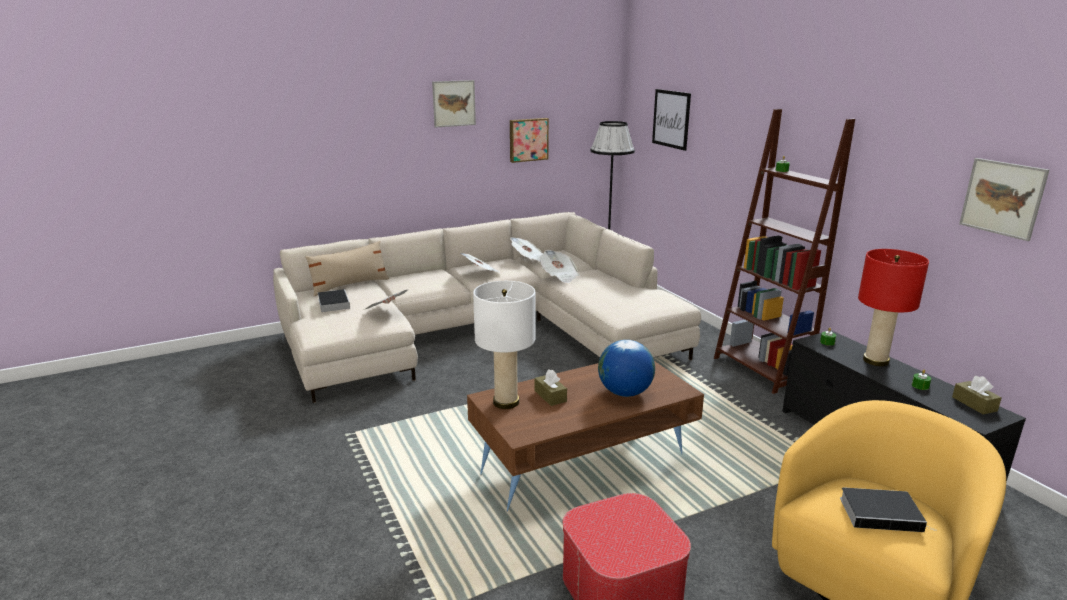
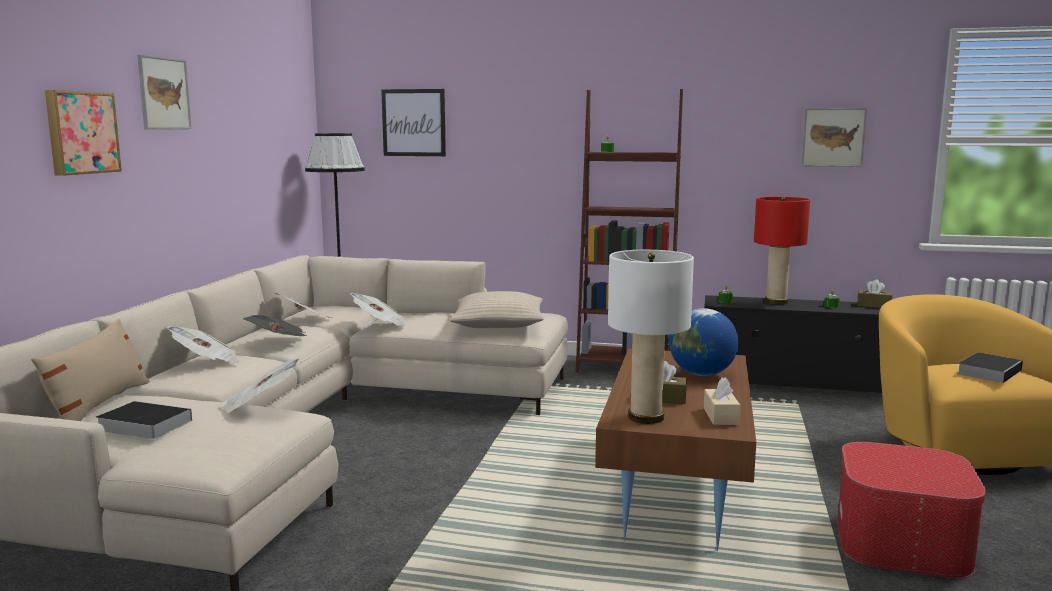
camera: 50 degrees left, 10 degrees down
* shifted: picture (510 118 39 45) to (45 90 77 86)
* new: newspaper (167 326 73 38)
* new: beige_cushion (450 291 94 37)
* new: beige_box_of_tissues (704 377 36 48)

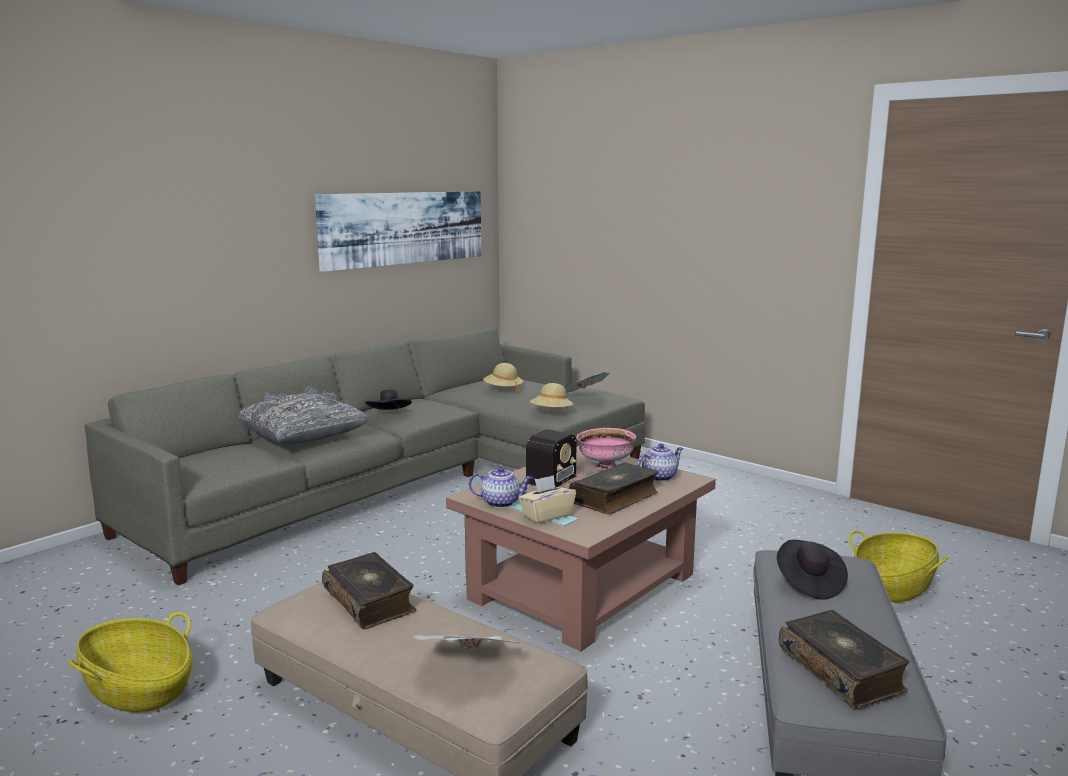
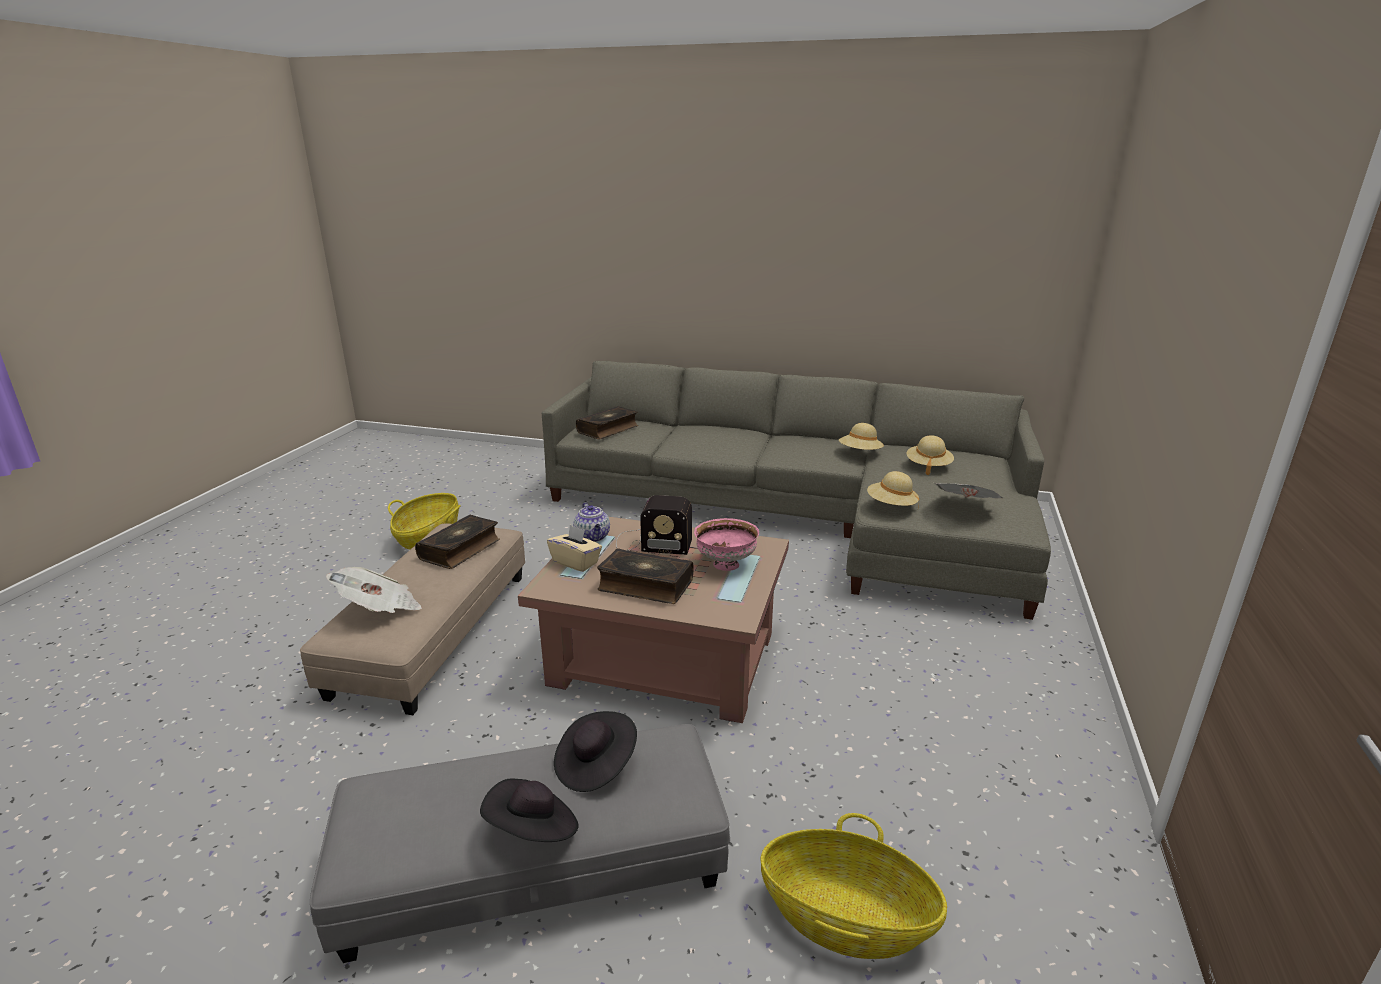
camera: 65 degrees right, 10 degrees up
* shifted: black_hat (365 389 47 21) to (480 778 99 64)
* shifted: volume (779 610 130 98) to (576 406 62 33)
* new: beige_hat (839 423 45 27)
* gone: greyish_cushion (239 385 129 60)
* gone: picture (315 191 166 81)
* gone: tea_pot (637 444 46 37)

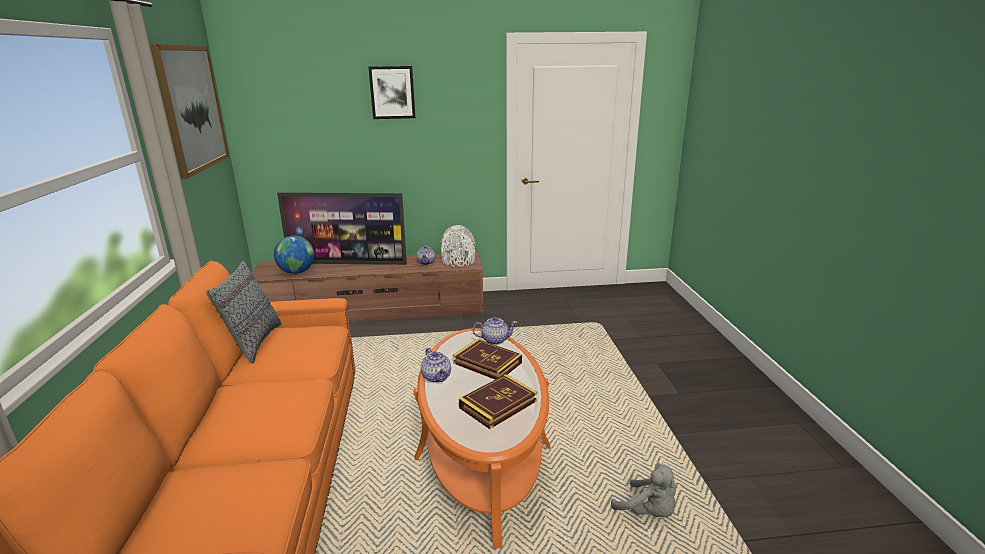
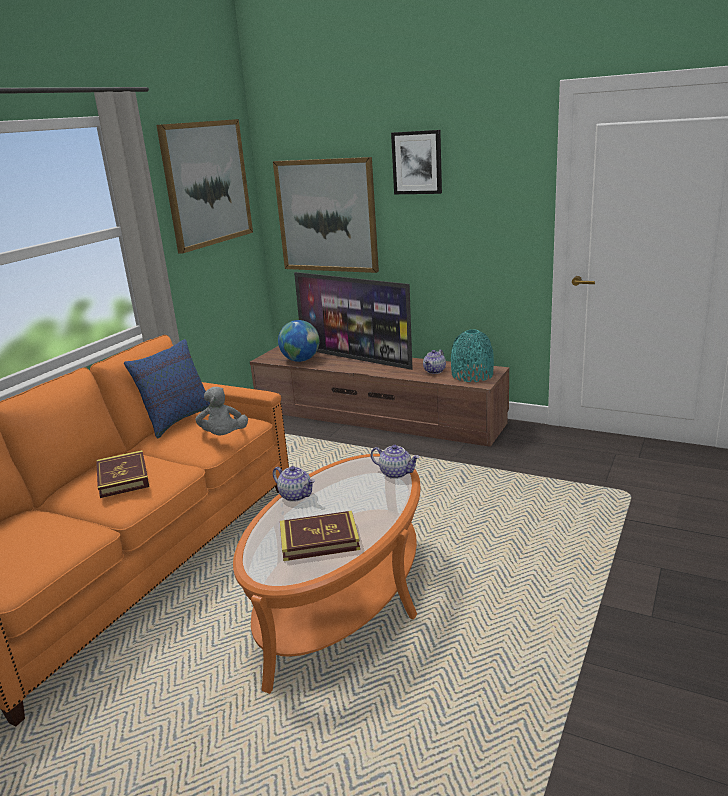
camera: 35 degrees right, 0 degrees up
* shifted: volume (453 339 69 41) to (96 450 53 48)
* repainted: greyish_cushion (206 261 75 102) to bluish_cushion (124 339 86 100)
* shifted: greyish_soft_toy (611 463 65 55) to (196 387 52 49)
* new: picture (273 157 106 116)
* rotated: tea_pot (421 348 30 35) = (273 466 42 36) 60 degrees counterclockwise
* repainted: white-coloured_flower_vase (441 225 34 41) to blue-green_flower_vase (451 329 43 53)

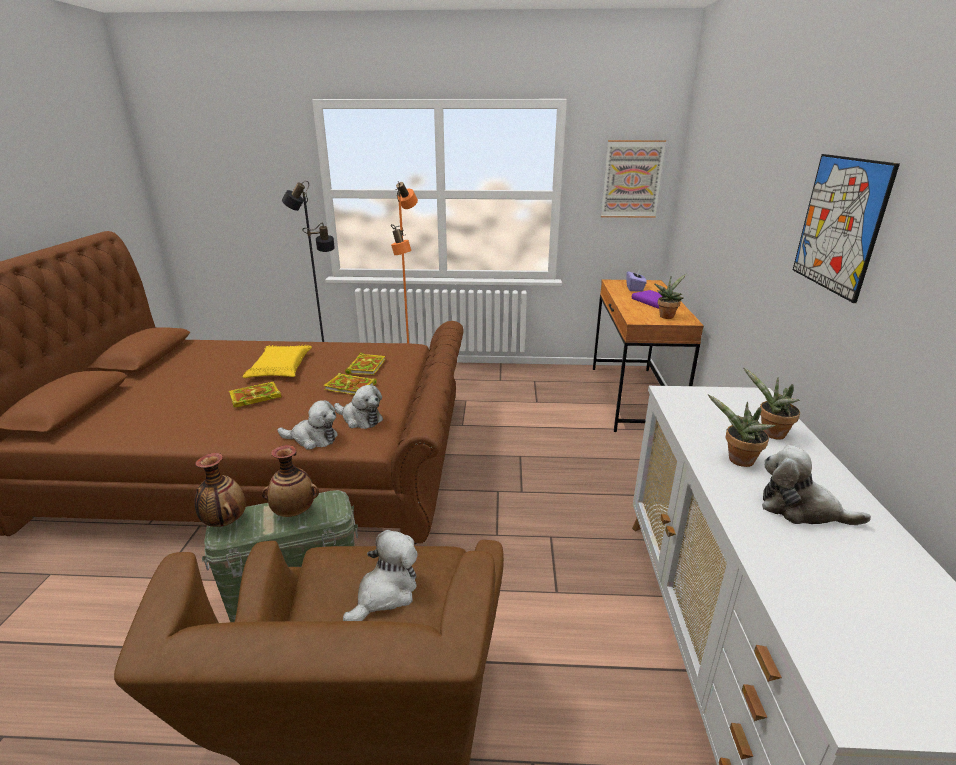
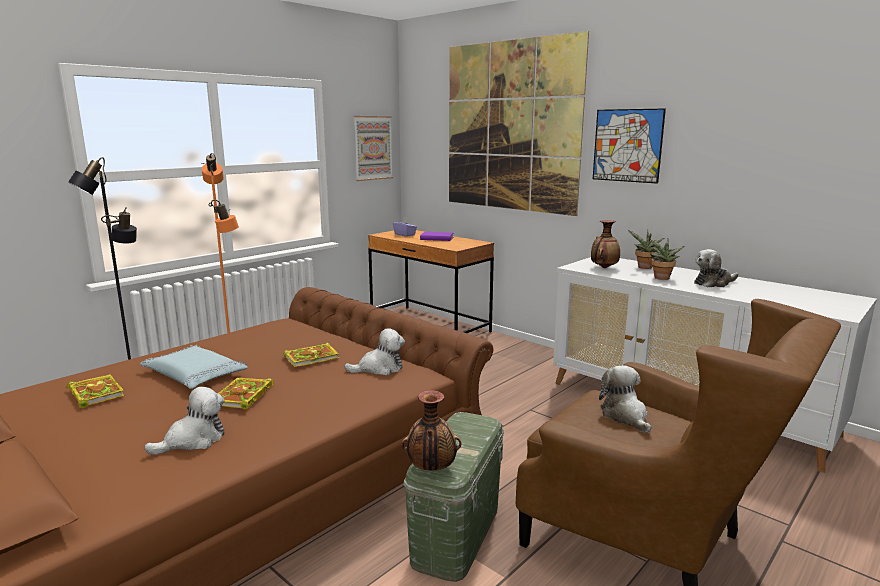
camera: 50 degrees left, 10 degrees down
* shifted: volume (345 353 41 22) to (67 374 57 34)
* repainted: yellow_cushion (243 345 69 33) to bluish_cushion (140 345 108 44)
* shifted: soft_toy (277 400 61 50) to (144 387 81 68)
* new: picture (449 31 140 185)
* shifted: flower_vase (262 445 57 72) to (591 220 29 48)
* gone: plant_in_a_pot (655 274 31 45)

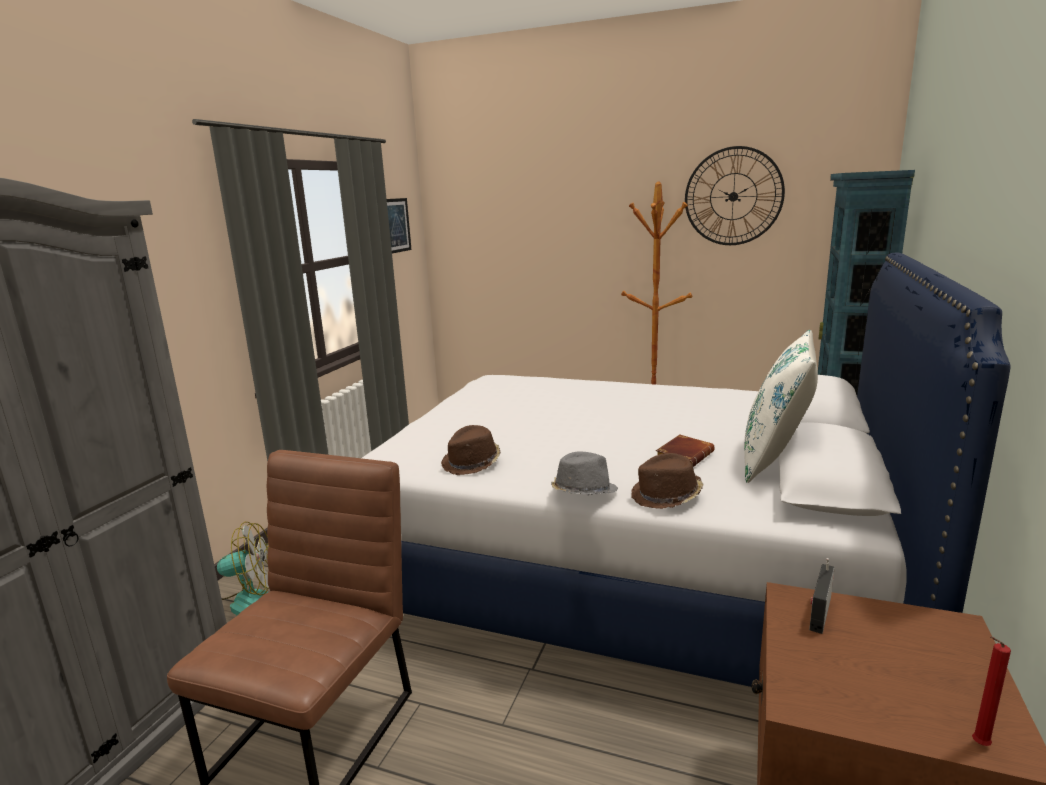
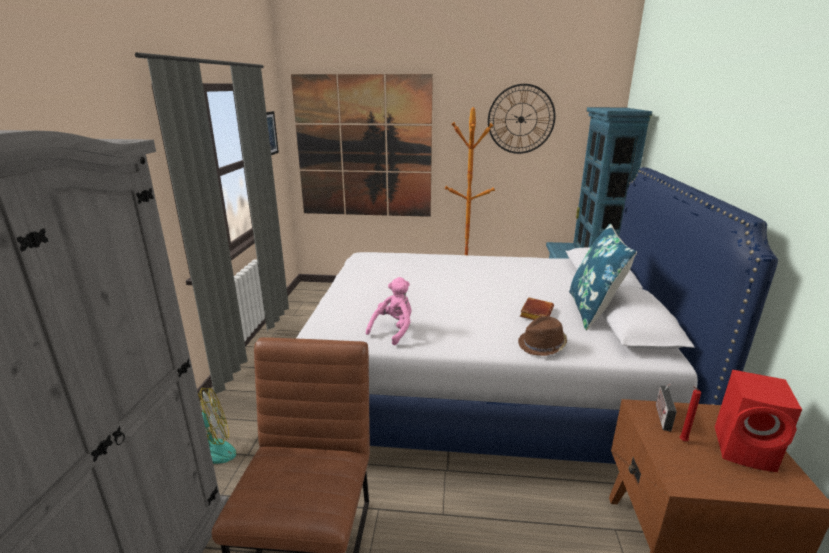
camera: 15 degrees left, 5 degrees up
* new: picture (291 74 142 143)
* swapped: brown-coloured_hat (441 425 59 50) to pinkish_soft_toy (366 277 45 68)
* repainted: white-coloured_cushion (744 330 74 153) to bluish_cushion (569 224 68 106)
* shifted: red-coloured_wax_light (972 636 39 110) to (680 386 21 55)
* new: red-coloured_audio_speaker (715 370 87 102)
* gone: greyish_hat (551 451 67 45)

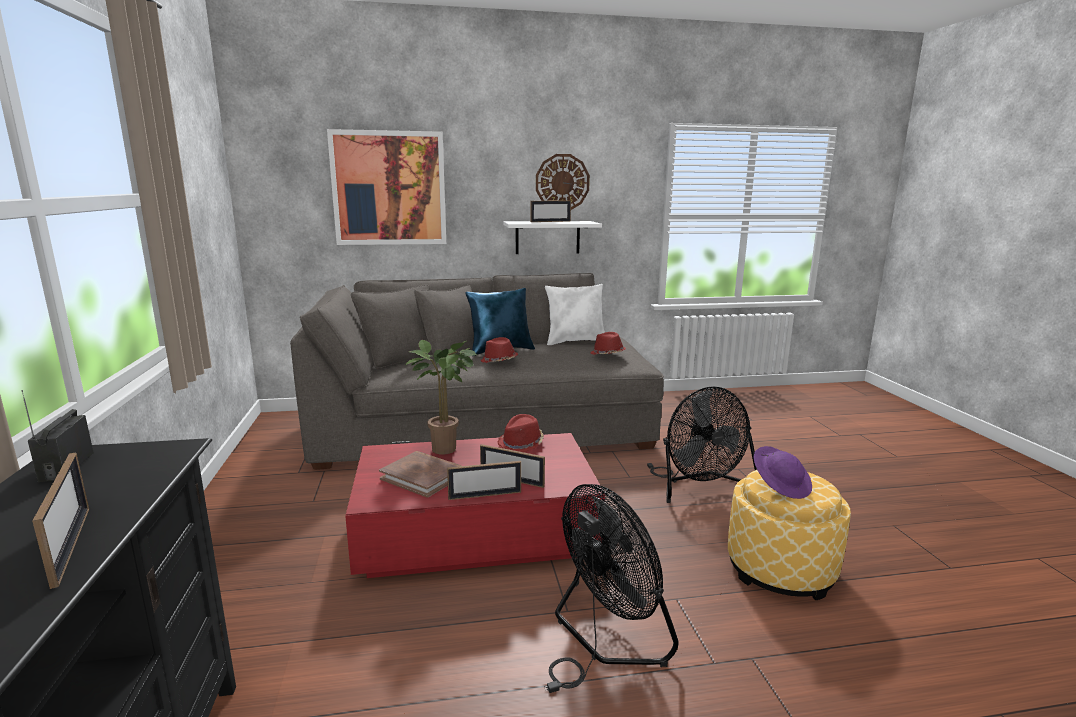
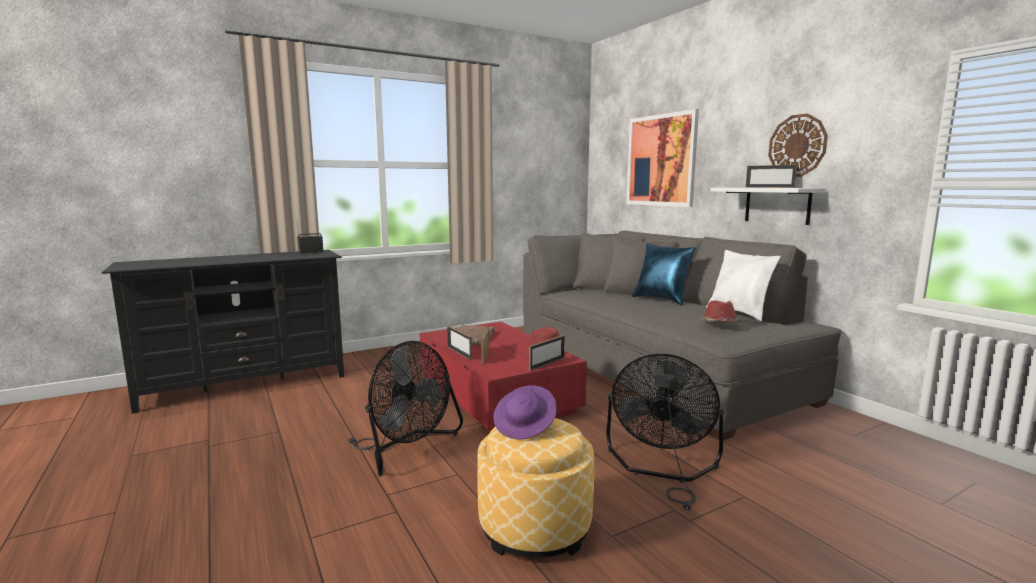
camera: 70 degrees right, 5 degrees down
* shifted: picture_frame (32 453 57 136) to (529 335 36 36)
* rotated: black_fan (647 387 110 116) = (606 354 118 156) 150 degrees clockwise
* gone: plant_in_a_pot (405 340 72 114)
* gone: red-coloured_hat (481 337 37 26)

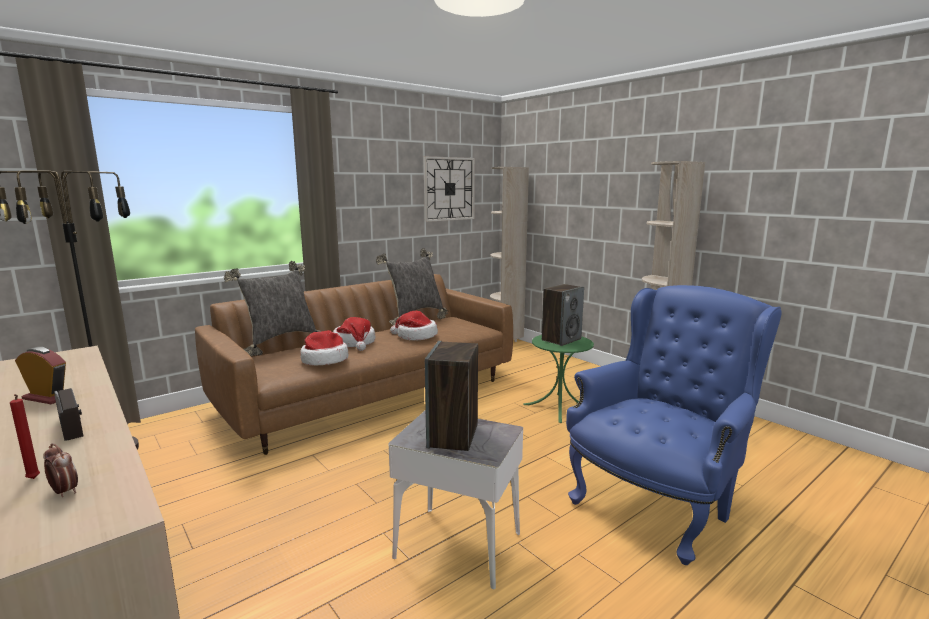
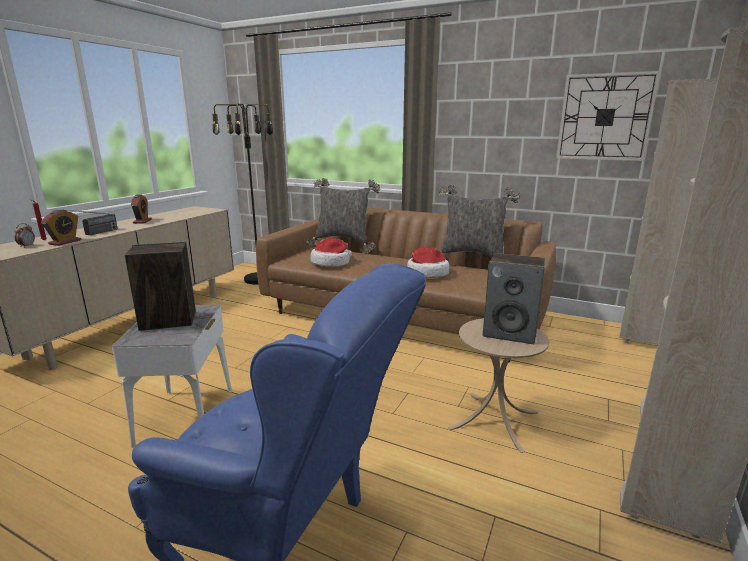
camera: 65 degrees right, 5 degrees up
* new: alarm_clock (41 210 41 36)
* repainted: green_side_table (523 335 71 88) to beige_side_table (448 318 101 135)
* gone: hat (333 317 42 34)

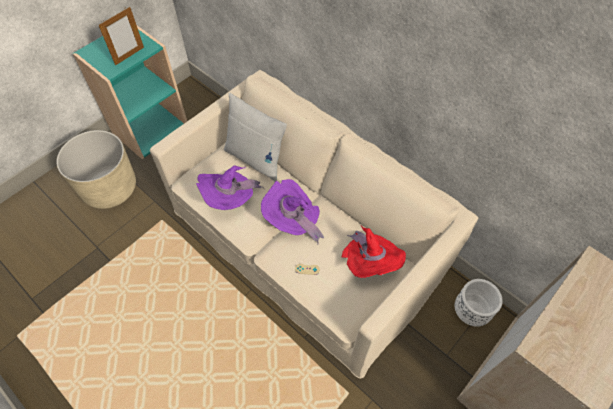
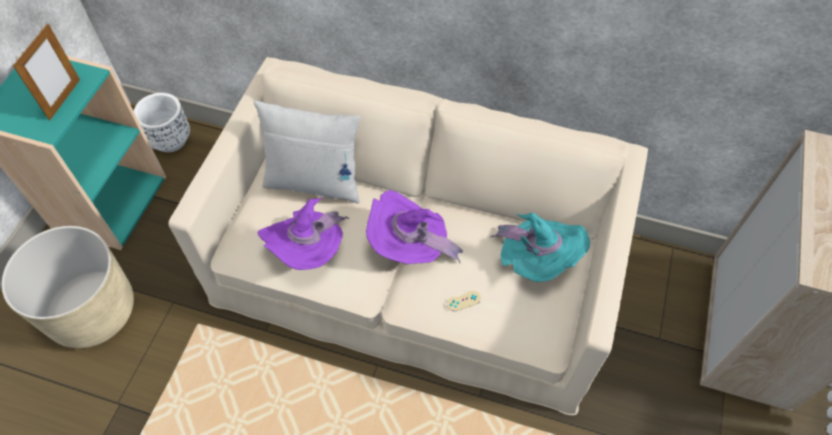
camera: 25 degrees left, 0 degrees up
* shifted: white-coloured_flower_pot (455 279 48 48) to (134 93 56 59)
* repainted: red-coloured_hat (342 226 64 52) to blue-green_hat (490 213 100 69)

